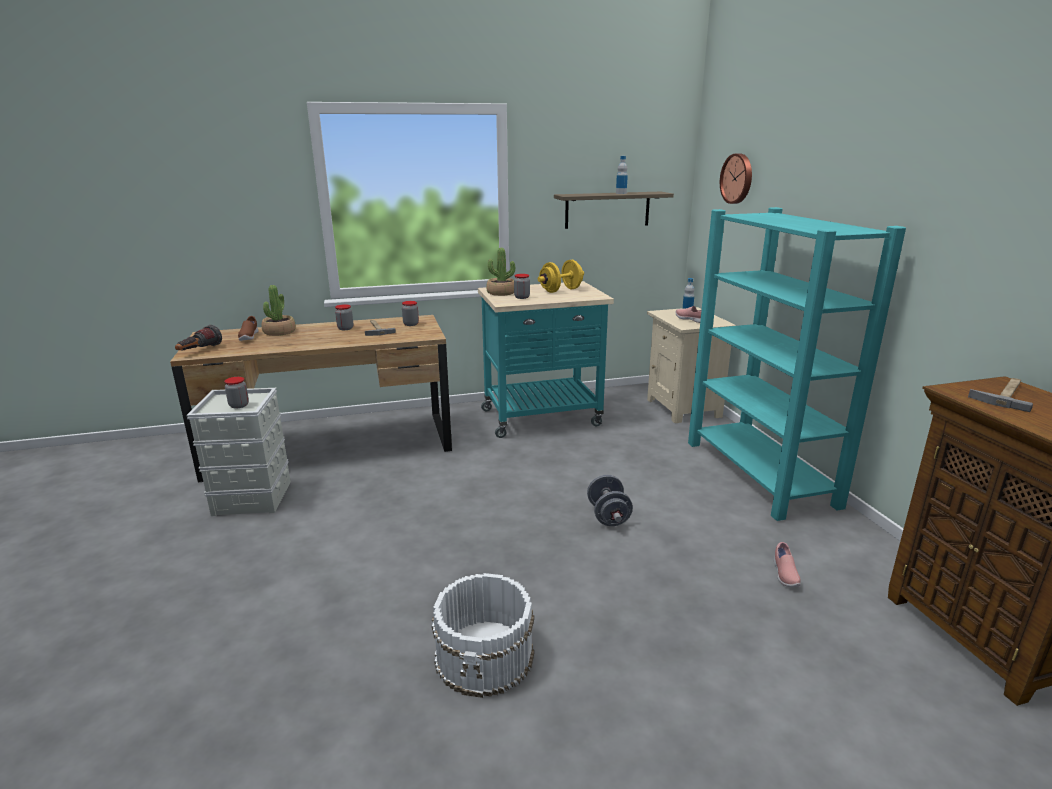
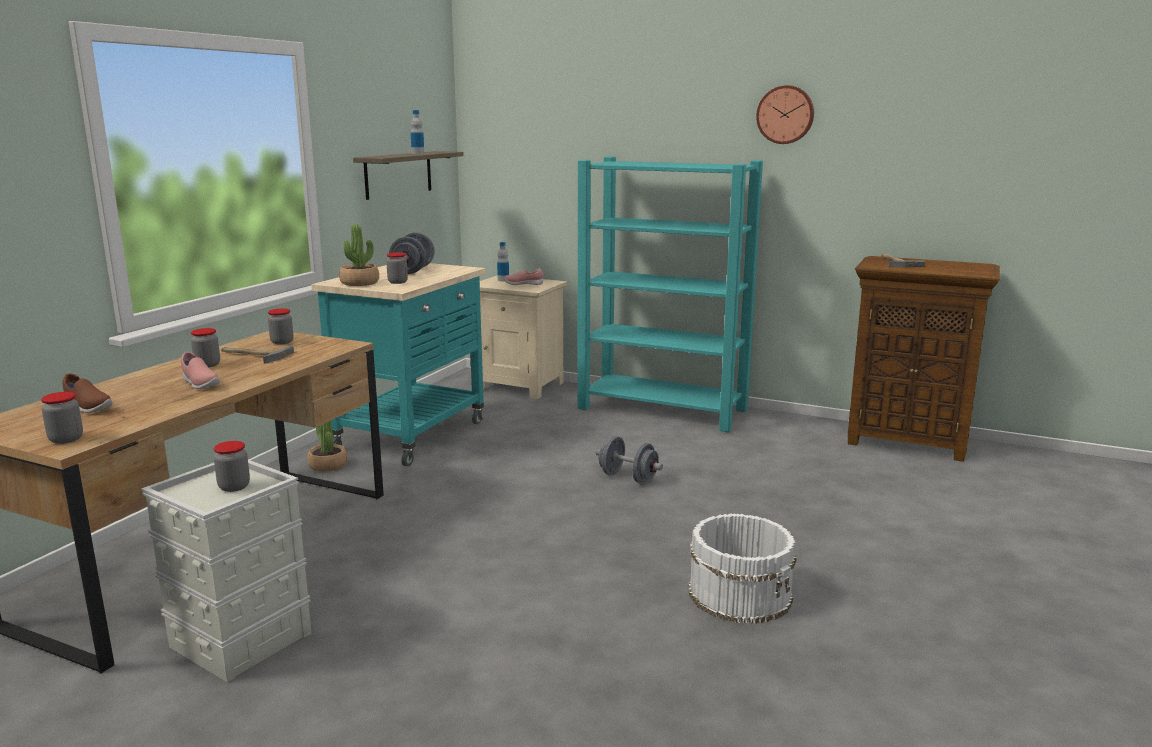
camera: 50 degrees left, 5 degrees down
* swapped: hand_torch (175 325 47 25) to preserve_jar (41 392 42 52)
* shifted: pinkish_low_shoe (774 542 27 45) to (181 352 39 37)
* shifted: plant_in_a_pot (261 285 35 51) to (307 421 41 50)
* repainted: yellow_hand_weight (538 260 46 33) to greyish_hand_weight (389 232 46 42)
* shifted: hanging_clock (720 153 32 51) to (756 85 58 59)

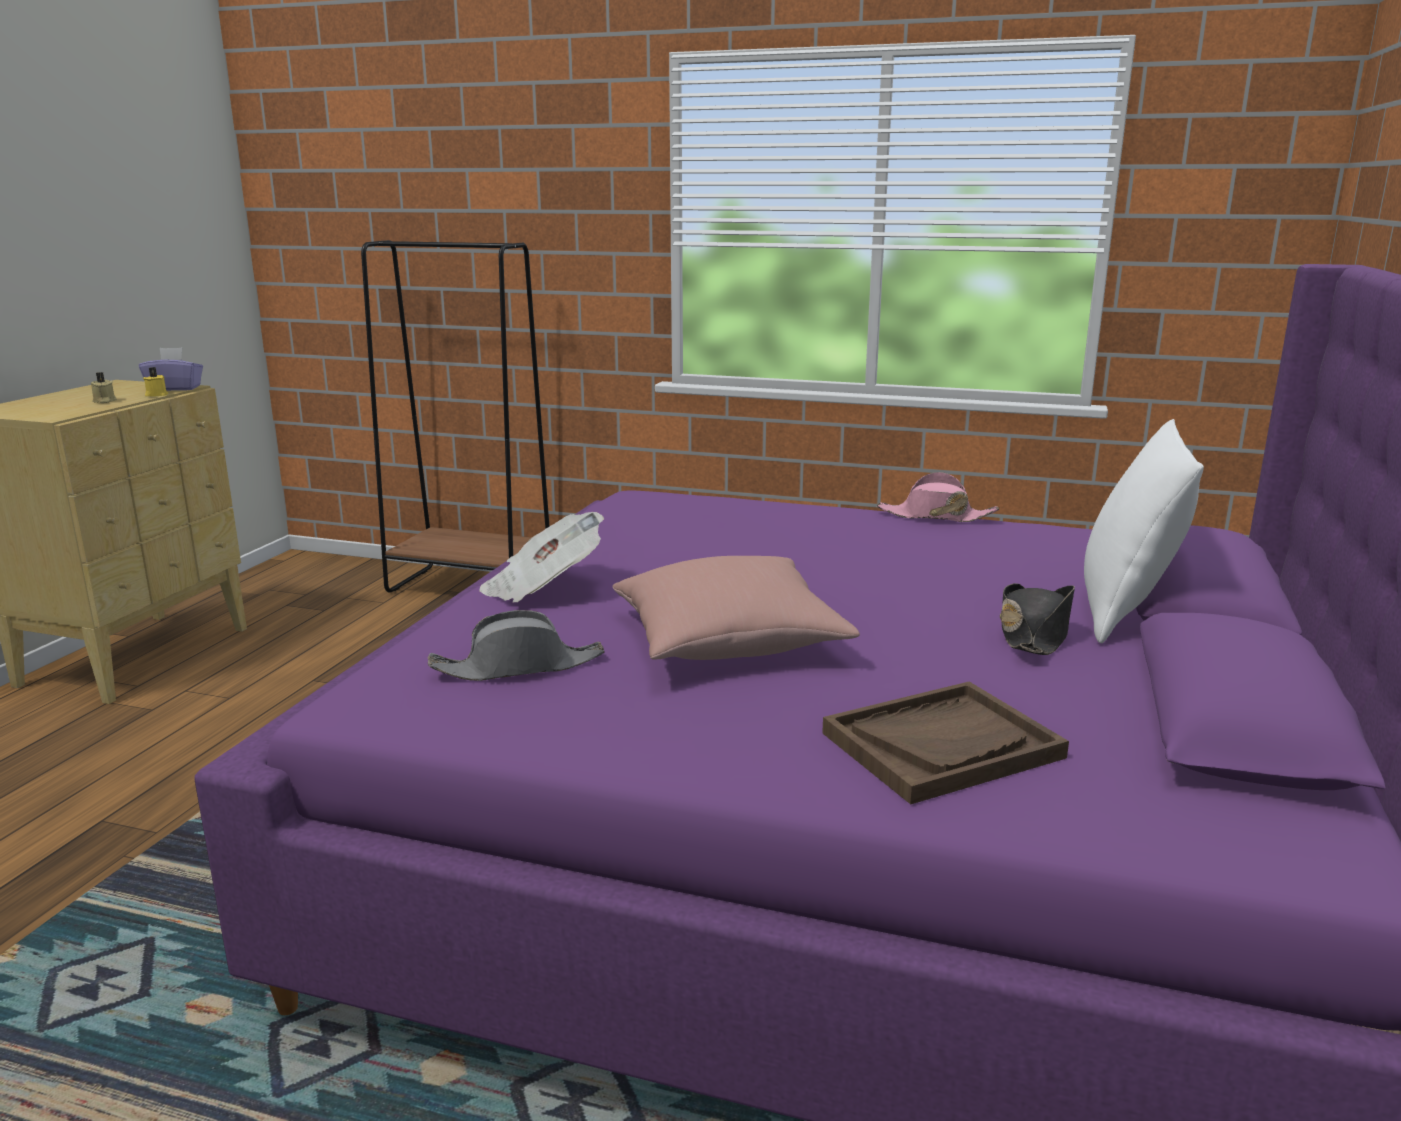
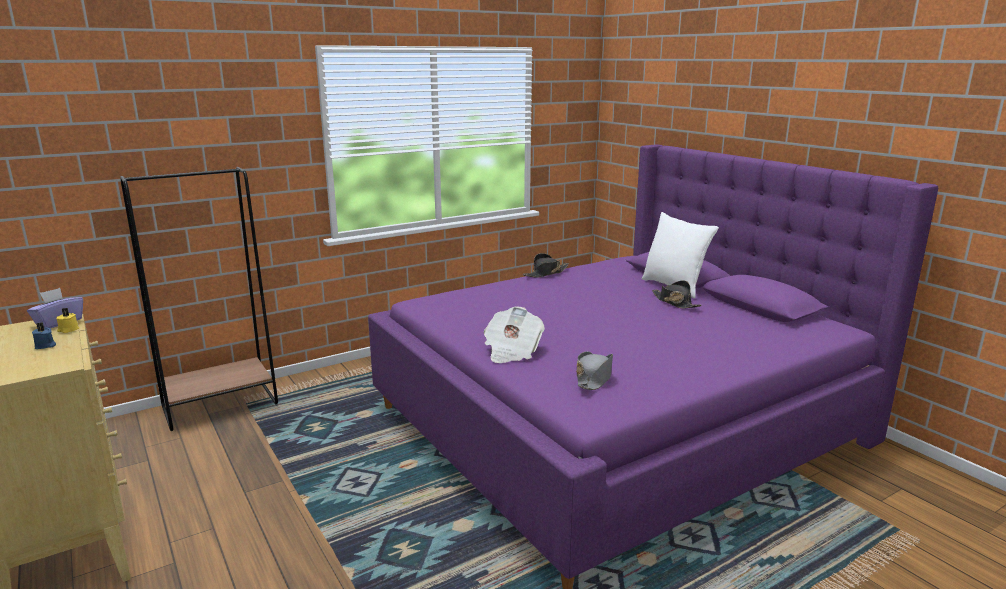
camera: 50 degrees left, 0 degrees up
* repainted: beige_wax_light (91 372 26 31) to bluish_wax_light (32 323 24 26)
* repainted: pinkish_hat (877 472 122 50) to black_hat (523 253 46 24)
* gone: pinkish_cushion (612 556 248 104)
* gone: brown-coloured_serving_tray (822 681 247 123)

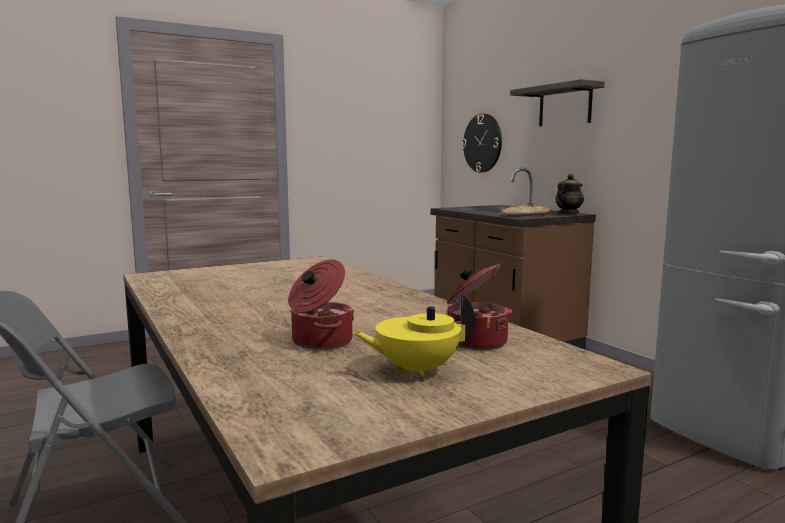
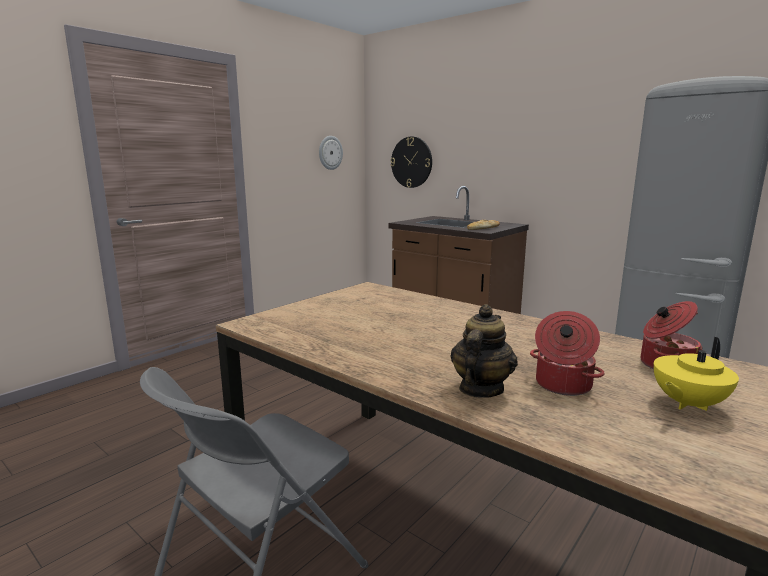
camera: 20 degrees left, 5 degrees up
* new: hanging_clock (319 136 24 34)
* shifted: tea_pot (555 174 29 40) to (450 304 68 94)
* gone: wall_shelf (510 79 95 47)

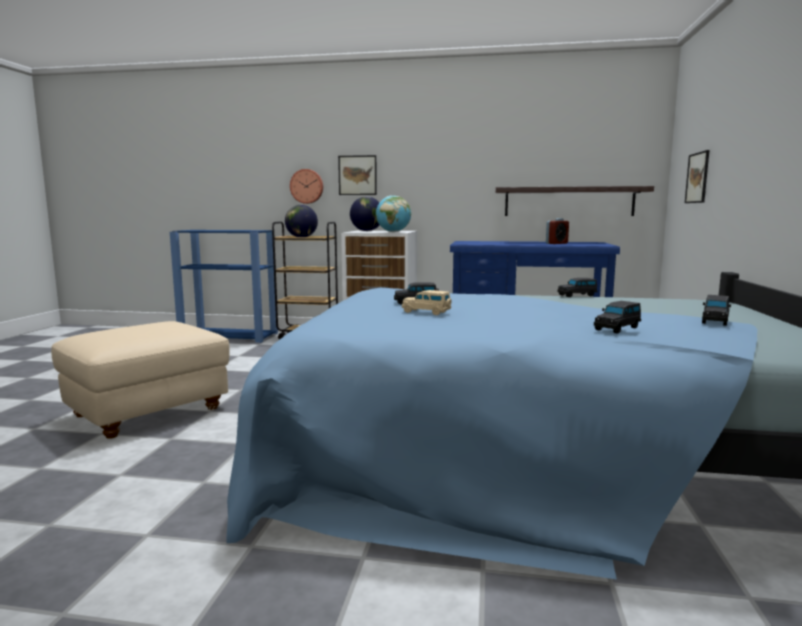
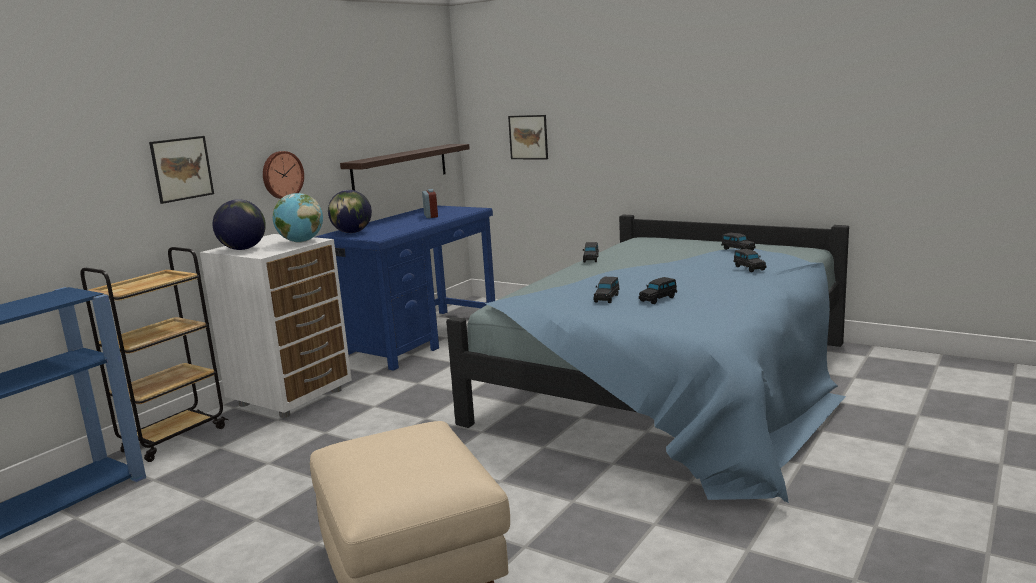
camera: 65 degrees left, 5 degrees up
* shifted: hanging_clock (290 169 33 35) to (263 151 41 48)
* shifted: globe (285 205 33 32) to (328 190 44 43)
* repainted: beige_toy_car (402 290 50 25) to black_toy_car (639 277 38 27)

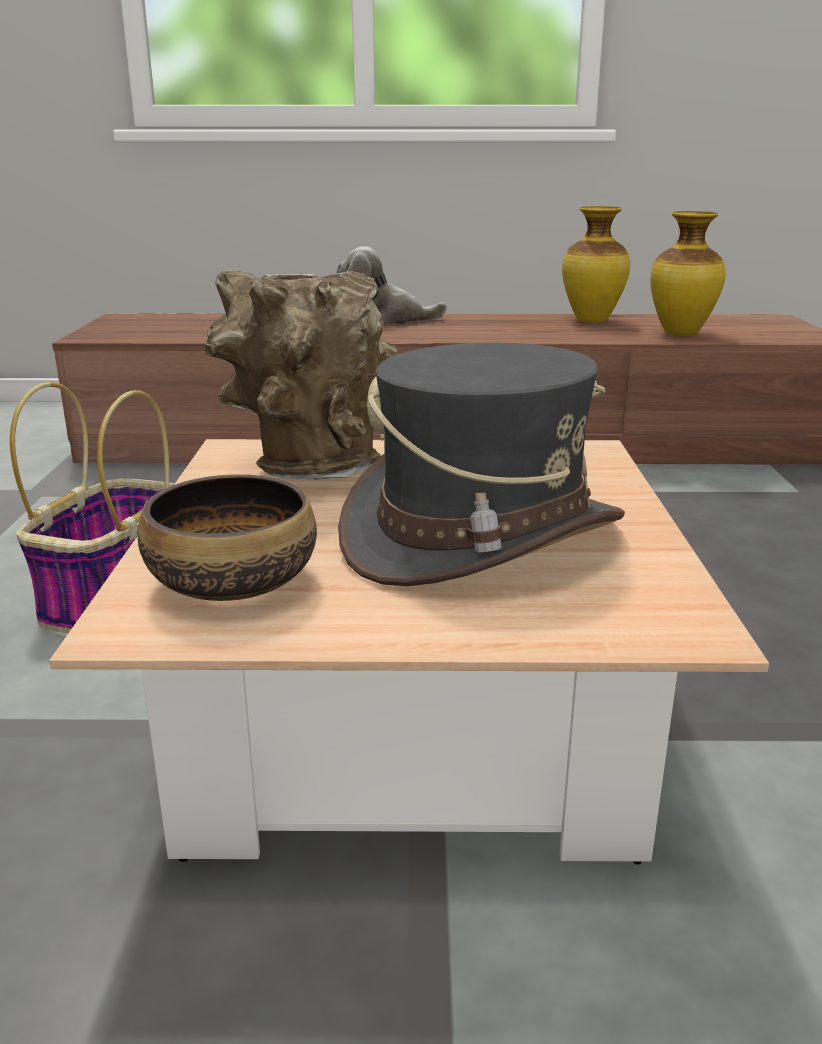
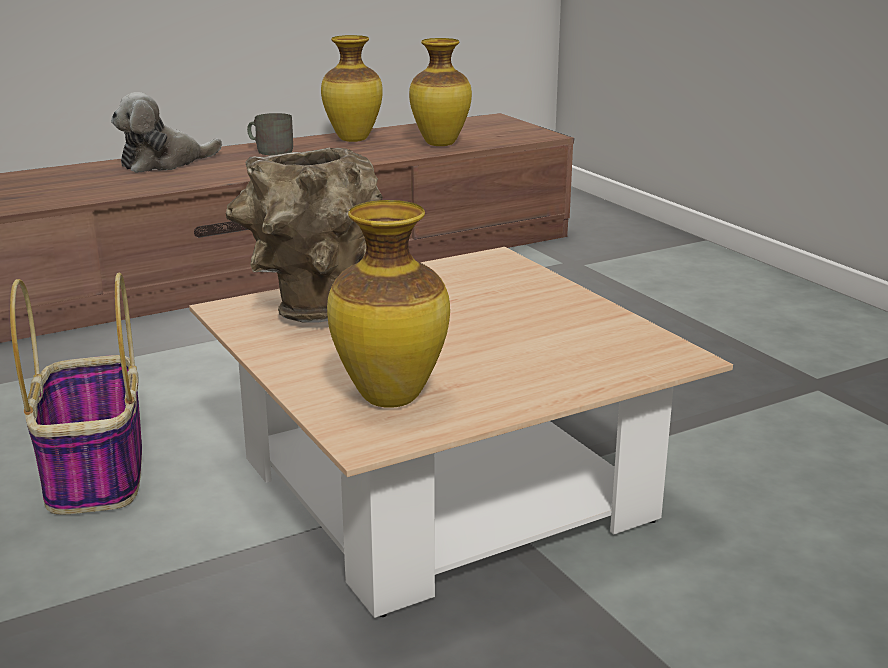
camera: 30 degrees left, 0 degrees up
* new: greyish_tea_mug (247 113 46 42)
* swapped: bowl (138 474 179 127) to flower_vase (327 200 123 208)
* gone: greyish_hat (338 343 287 243)

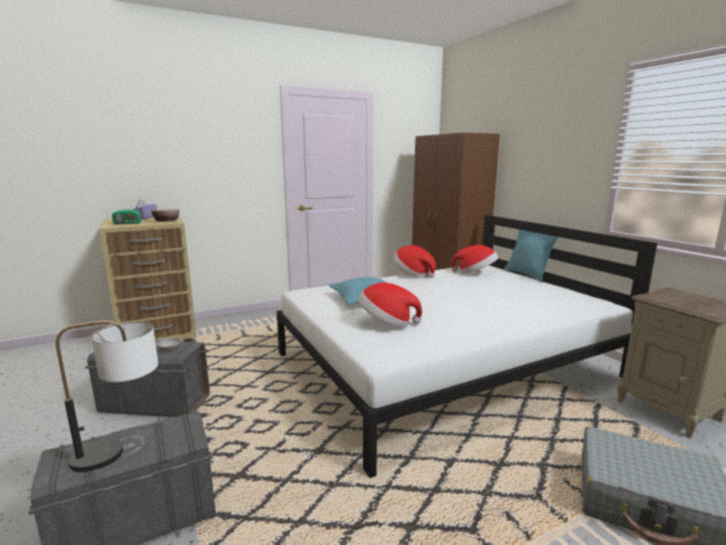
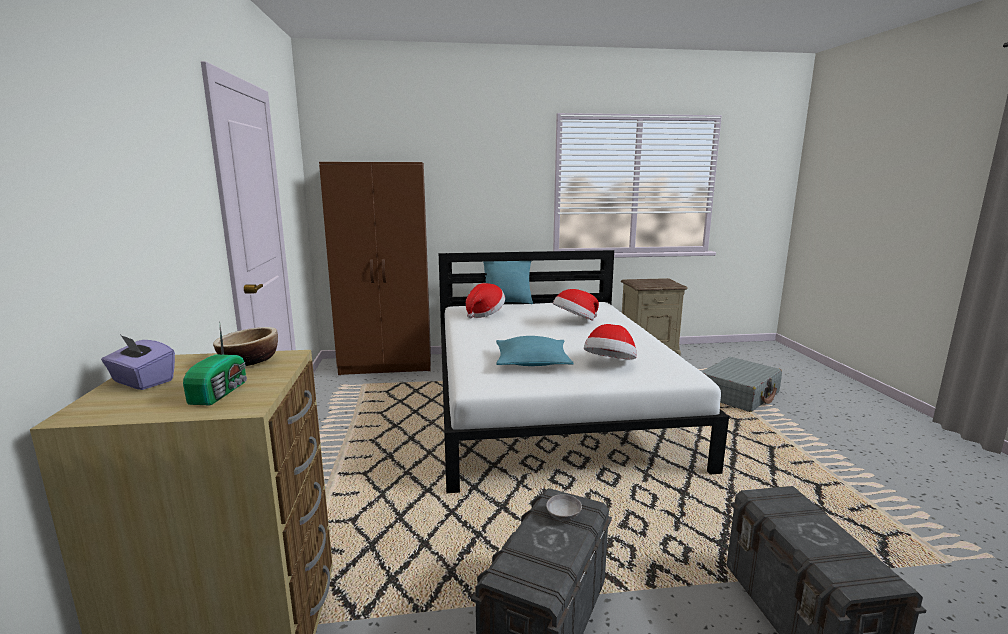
camera: 70 degrees left, 0 degrees up
* shifted: hat (393 245 43 33) to (553 289 46 32)
* gone: tabletop_lamp (56 320 102 152)

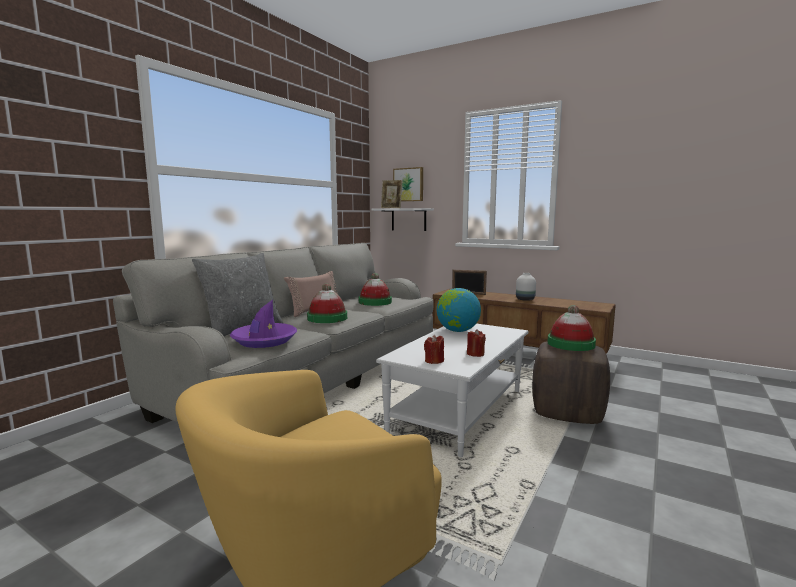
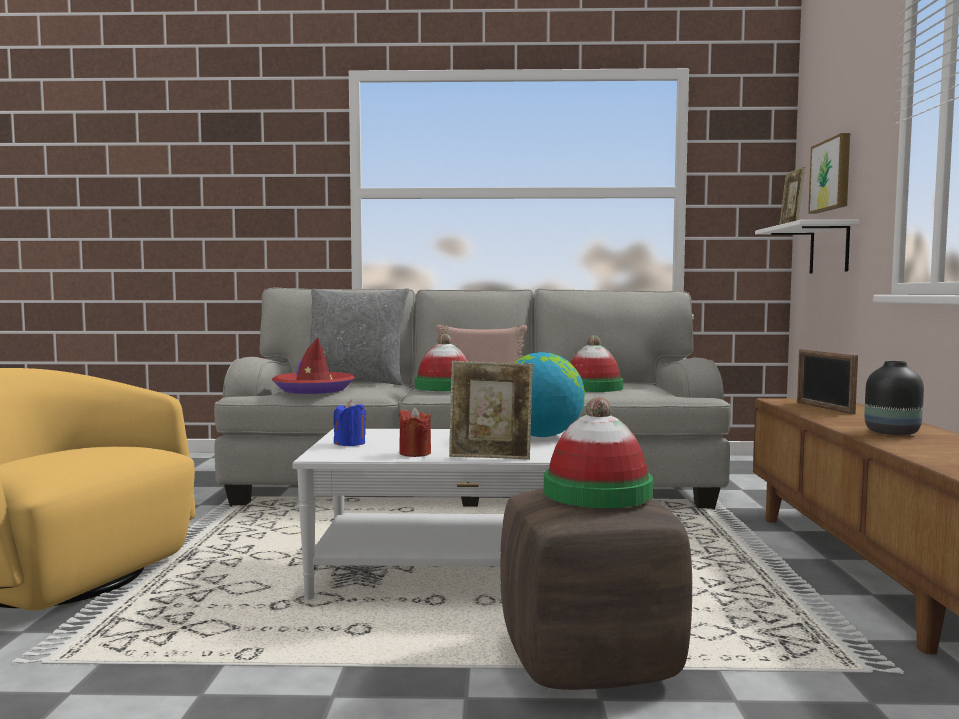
camera: 60 degrees right, 5 degrees down
* repainted: purple-coloured_hat (230 300 67 48) to red-coloured_hat (272 338 83 56)
* repainted: red-coloured_wax_light (424 335 20 29) to bluish_wax_light (333 400 33 46)
* new: picture_frame (449 361 84 99)
* repainted: white-coloured_flower_vase (516 273 20 28) to black_flower_vase (865 361 59 74)

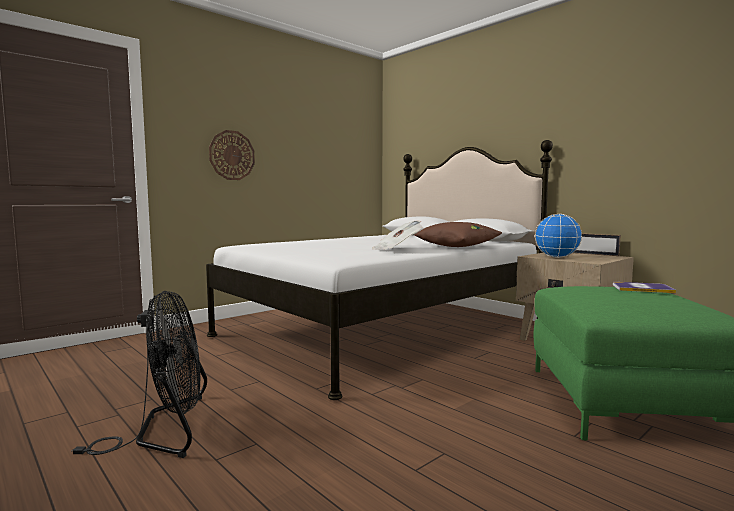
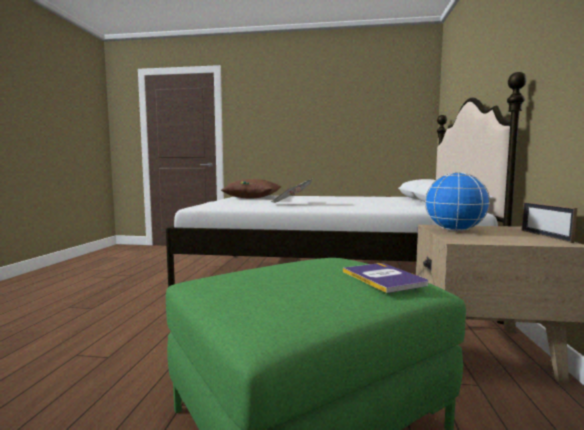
camera: 50 degrees right, 0 degrees up
* shifted: brown-coloured_cushion (414 222 88 25) to (221 179 60 20)
* gone: black_fan (71 291 136 167)
* gone: hanging_clock (209 130 46 50)

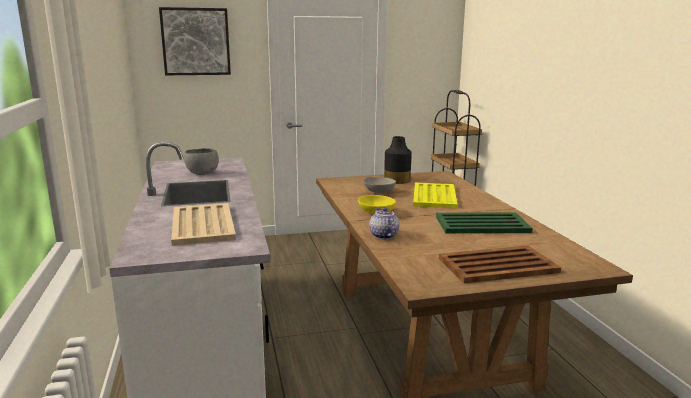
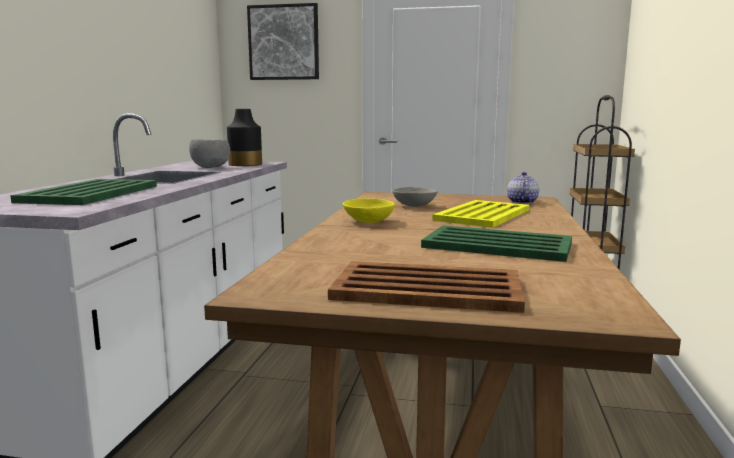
camera: 25 degrees right, 5 degrees down
* repainted: beige_serving_tray (171 203 65 43) to green_serving_tray (10 179 147 26)
* shifted: black_flower_vase (384 136 28 48) to (227 109 35 57)
* shifted: tea_pot (369 207 30 32) to (507 172 32 32)

